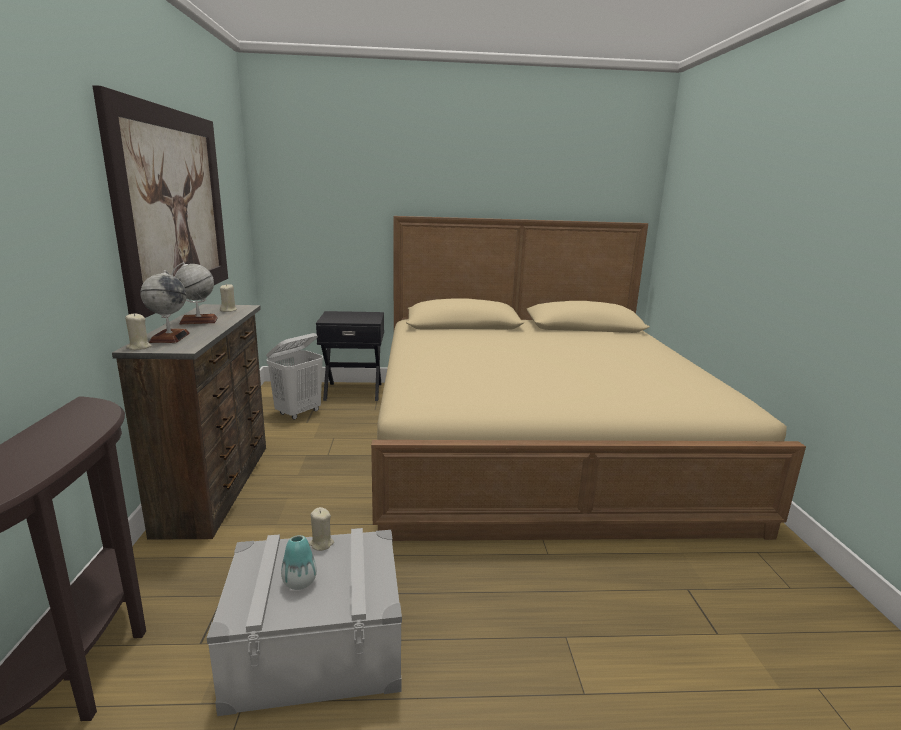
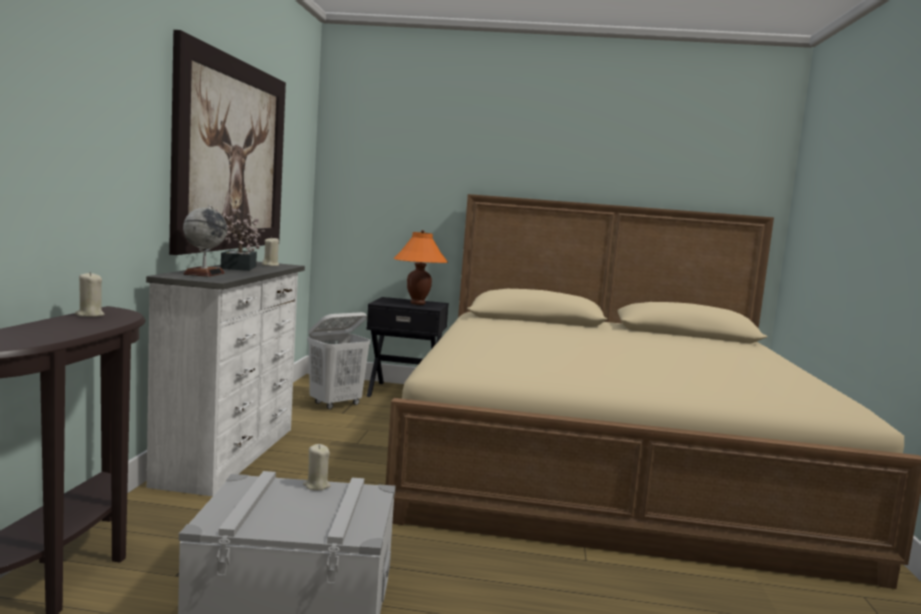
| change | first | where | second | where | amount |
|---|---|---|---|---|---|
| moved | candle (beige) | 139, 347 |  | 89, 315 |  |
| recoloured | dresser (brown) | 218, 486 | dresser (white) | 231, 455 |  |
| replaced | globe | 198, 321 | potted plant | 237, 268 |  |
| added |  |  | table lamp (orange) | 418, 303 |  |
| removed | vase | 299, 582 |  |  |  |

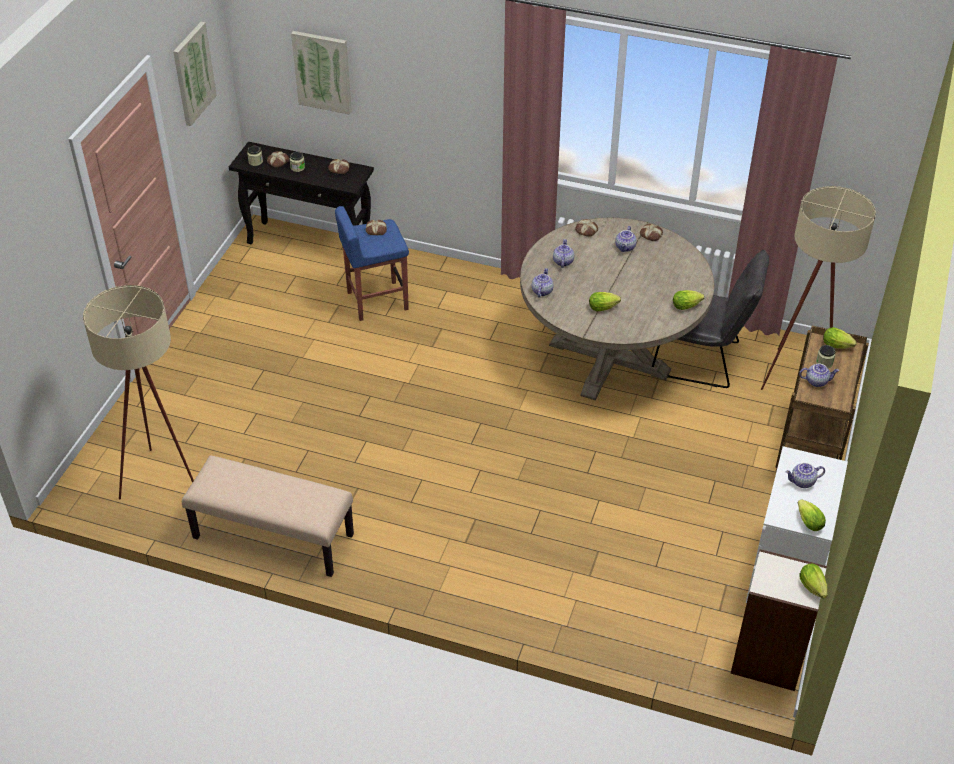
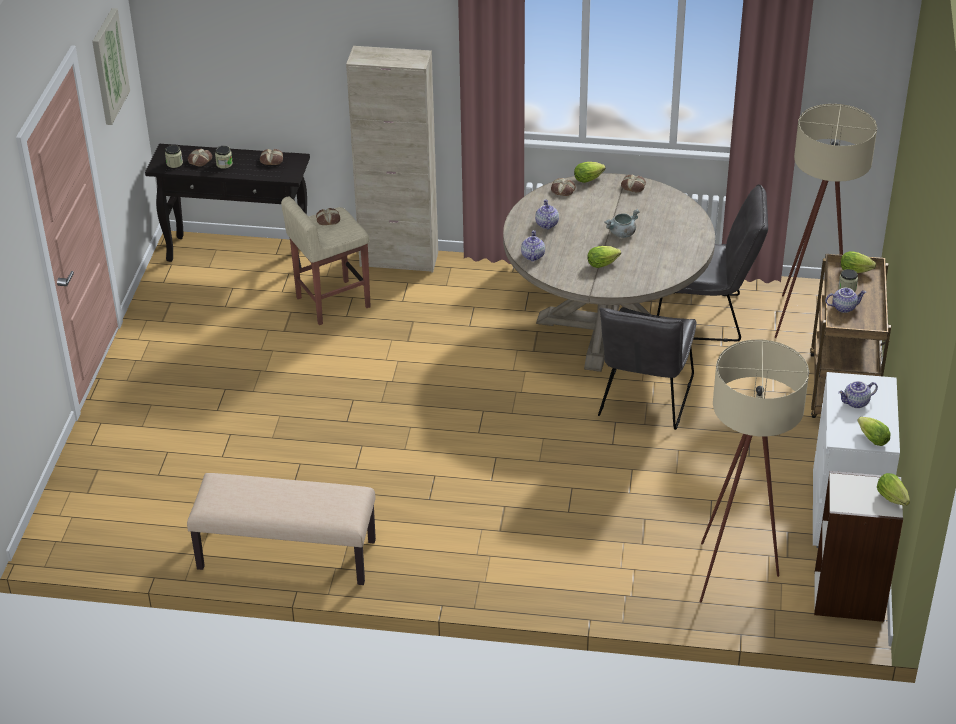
| change | first | where | second | where | amount |
|---|---|---|---|---|---|
| recoloured | stool (blue) | 376, 301 | stool (beige) | 332, 302 |  |
| added |  |  | cabinet (beige) | 399, 259 |  |
| moved | lettuce | 687, 306 |  | 589, 179 |  |
| added |  |  | chair (grey) | 644, 401 |  |
| added |  |  | cooking pot (grey) | 622, 234 |  |
| moved | floor lamp (beige) | 163, 480 |  | 738, 574 |  |
| removed | picture | 323, 71 |  |  |  |
| removed | teapot | 625, 247 |  |  |  |

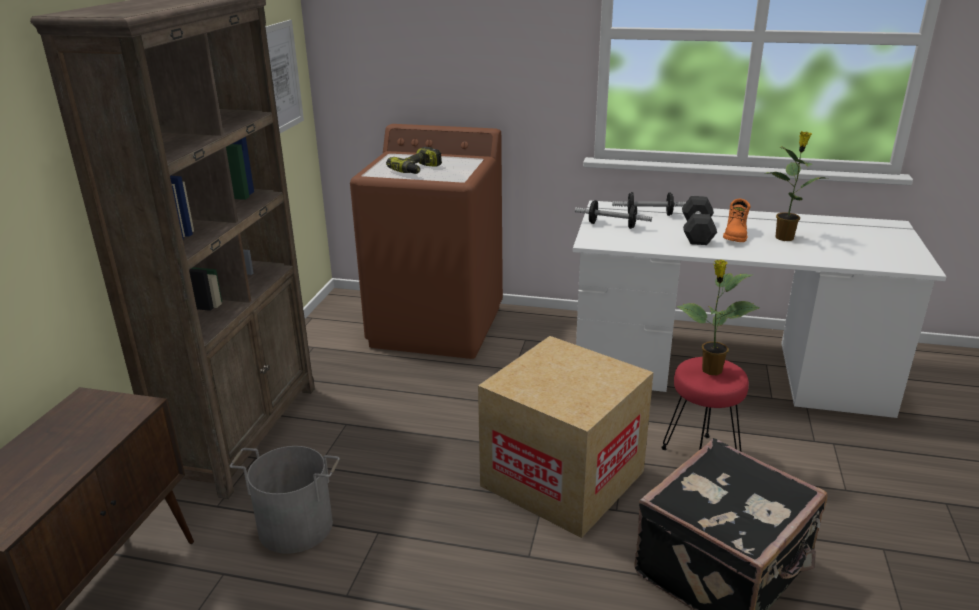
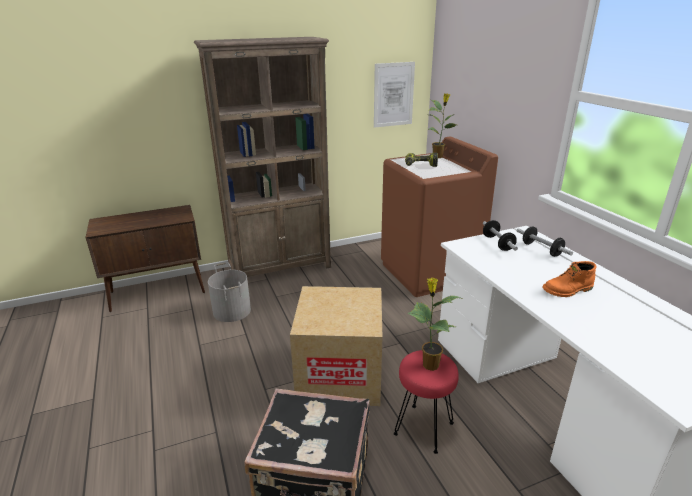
| change | first | where | second | where | amount |
|---|---|---|---|---|---|
| moved | potted plant | 785, 237 |  | 438, 156 |  |
| removed | dumbbell (grey) | 697, 232 |  |  |  |

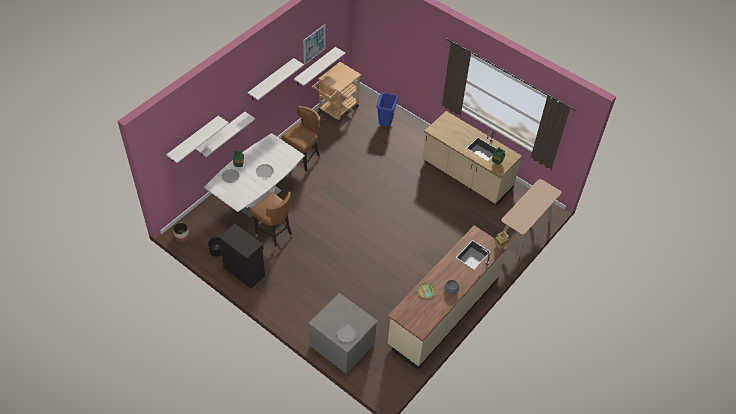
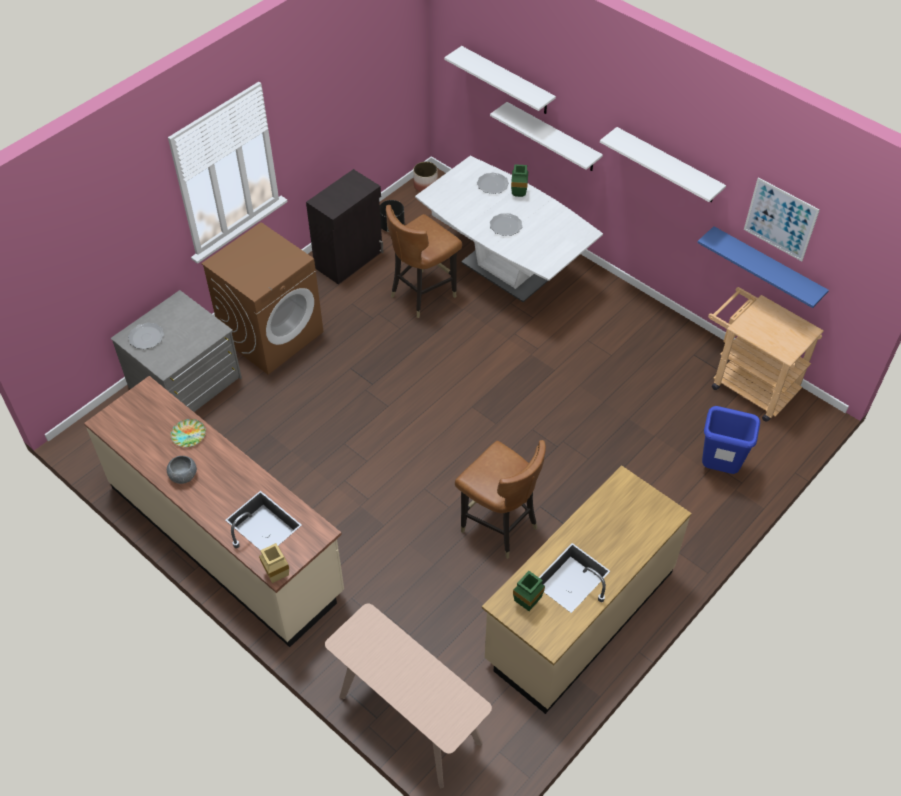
| change | first | where | second | where | amount |
|---|---|---|---|---|---|
| added |  |  | washing machine (brown) | 272, 334 |  |
| moved | chair (brown) | 303, 161 |  | 499, 526 |  |
| recoloured | shelf (white) | 315, 67 | shelf (blue) | 767, 267 |  |

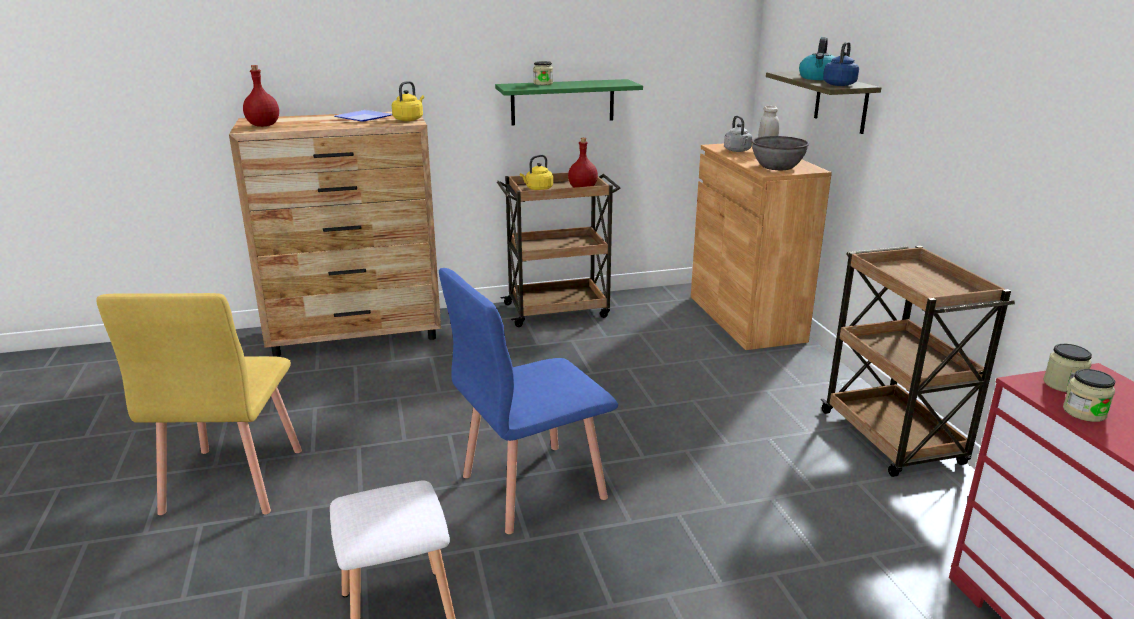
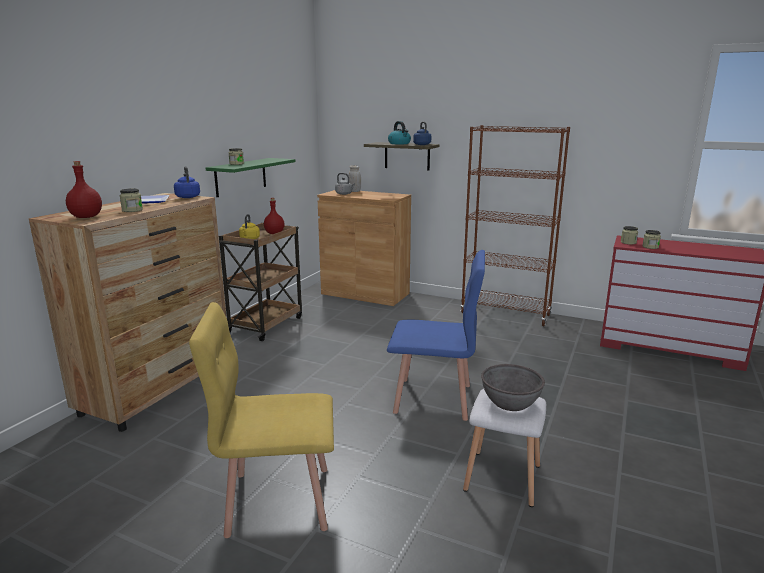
| change | first | where | second | where | amount |
|---|---|---|---|---|---|
| added |  |  | jar | 132, 210 |  |
| recoloured | kettle (yellow) | 409, 119 | kettle (blue) | 188, 197 |  |
| turned | chair (yellow) | 232, 481 |  | 278, 499 | 135 degrees clockwise |
| turned | chair (blue) | 531, 486 |  | 434, 399 | 90 degrees counterclockwise |
| replaced | cart (brown) | 893, 439 | bookcase (brown) | 505, 314 |  |
| moved | bowl (grey) | 777, 166 |  | 510, 402 |  |

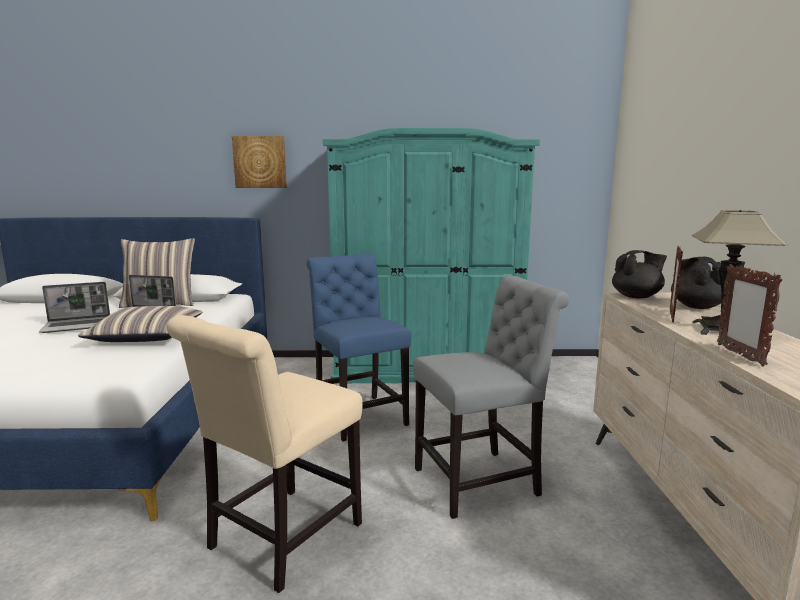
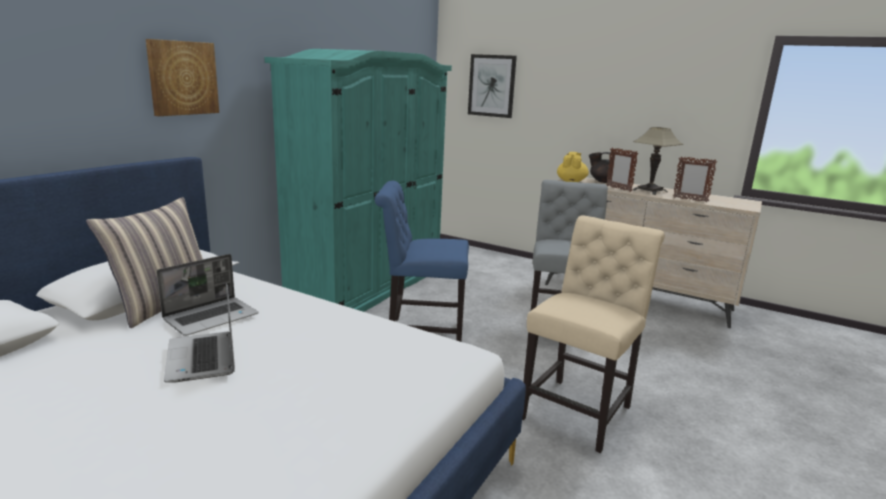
| change | first | where | second | where | amount |
|---|---|---|---|---|---|
| turned | laptop | 78, 326 |  | 203, 358 | 150 degrees clockwise |
| added |  |  | picture | 491, 86 |  |
| turned | chair (beige) | 279, 540 |  | 579, 410 | 120 degrees counterclockwise |
| recoloured | teapot (black) | 637, 297 | teapot (yellow) | 571, 181 |  |
| removed | pillow | 147, 336 |  |  |  |

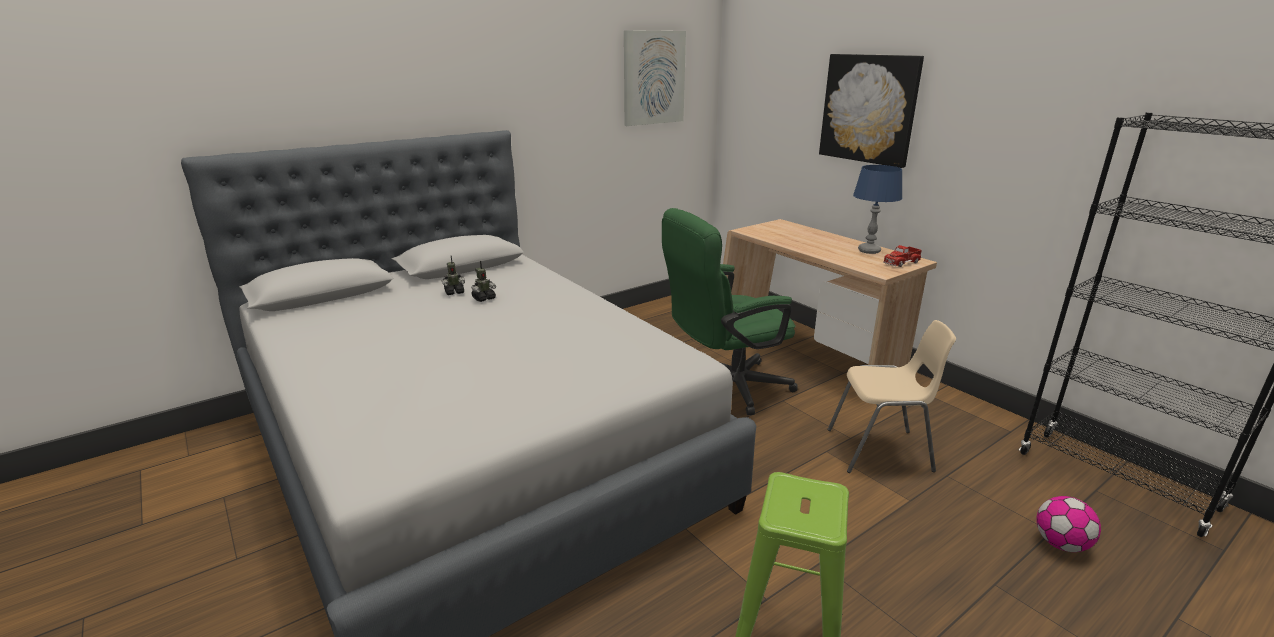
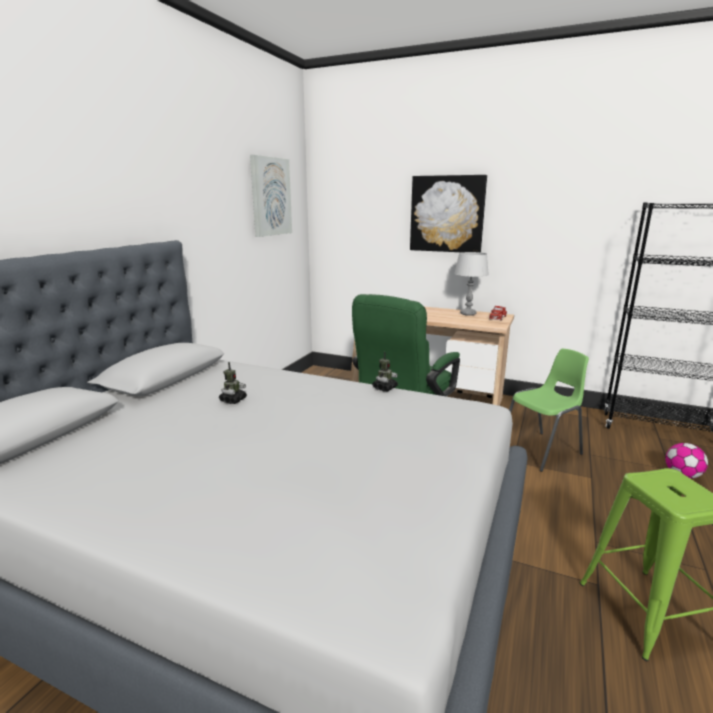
| change | first | where | second | where | amount |
|---|---|---|---|---|---|
| moved | toy robot | 454, 292 |  | 384, 388 |  |
| recoloured | table lamp (blue) | 868, 251 | table lamp (grey) | 468, 314 |  |
| recoloured | chair (beige) | 880, 451 | chair (green) | 541, 451 |  |

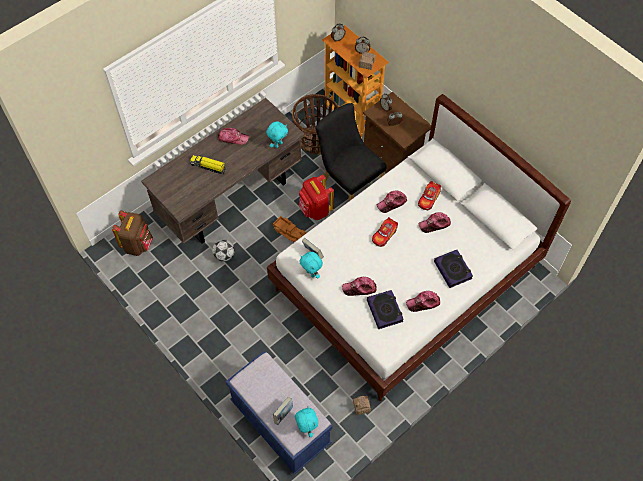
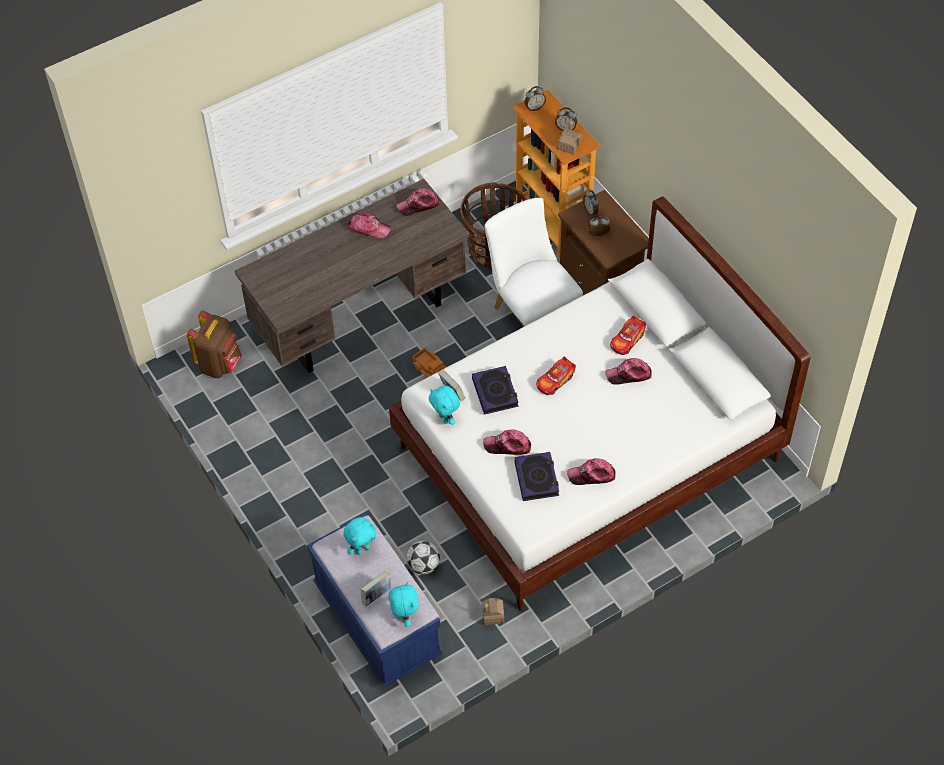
| change | first | where | second | where | amount |
|---|---|---|---|---|---|
| moved | plush toy (turquoise) | 278, 144 |  | 362, 549 |  |
| moved | cap | 392, 203 |  | 418, 205 |  |
| moved | football | 224, 255 |  | 423, 565 |  |
| moved | book | 453, 270 |  | 495, 392 |  |
| recoloured | chair (black) | 348, 182 | chair (white) | 531, 313 |  |
| removed | toy truck | 208, 166 |  |  |  |
| removed | backpack (red) | 315, 210 |  |  |  |

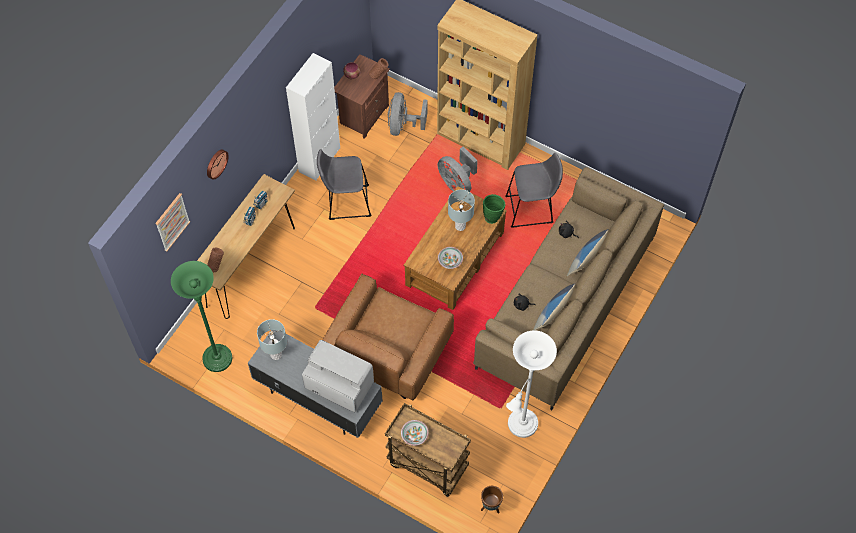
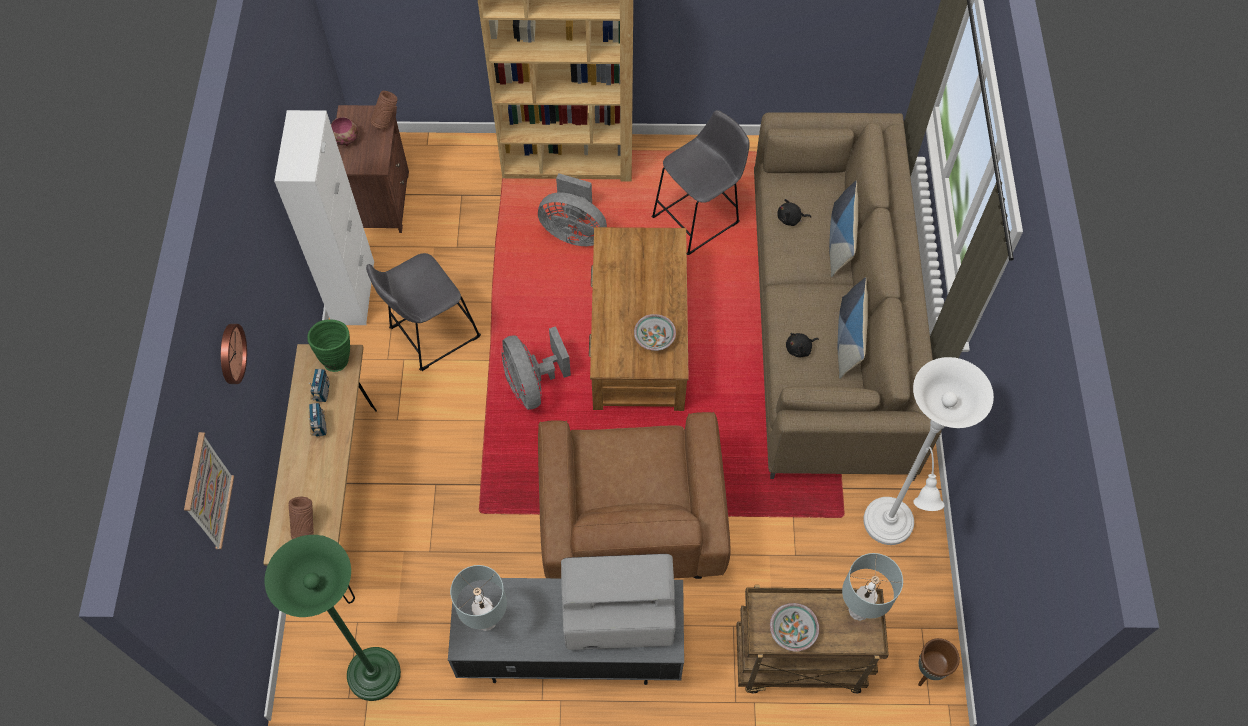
| change | first | where | second | where | amount |
|---|---|---|---|---|---|
| moved | vase (green) | 492, 216 |  | 337, 357 |  |
| moved | fan (grey) | 403, 125 |  | 532, 384 |  |
| moved | table lamp (grey) | 460, 226 |  | 858, 610 |  |

